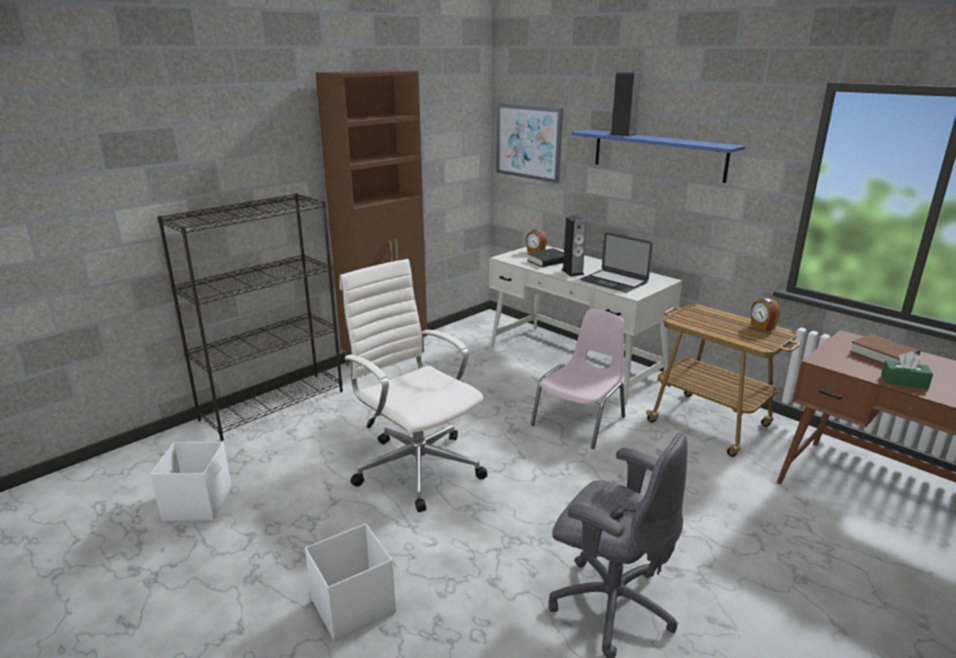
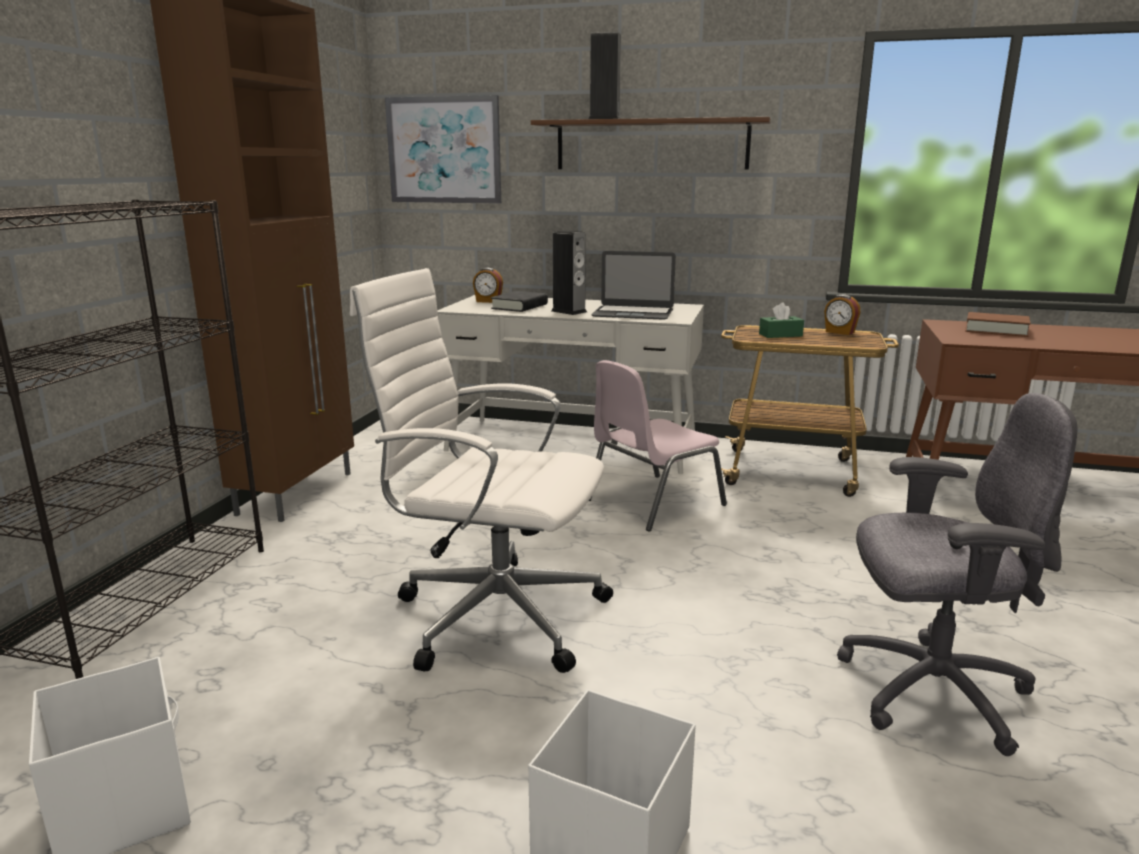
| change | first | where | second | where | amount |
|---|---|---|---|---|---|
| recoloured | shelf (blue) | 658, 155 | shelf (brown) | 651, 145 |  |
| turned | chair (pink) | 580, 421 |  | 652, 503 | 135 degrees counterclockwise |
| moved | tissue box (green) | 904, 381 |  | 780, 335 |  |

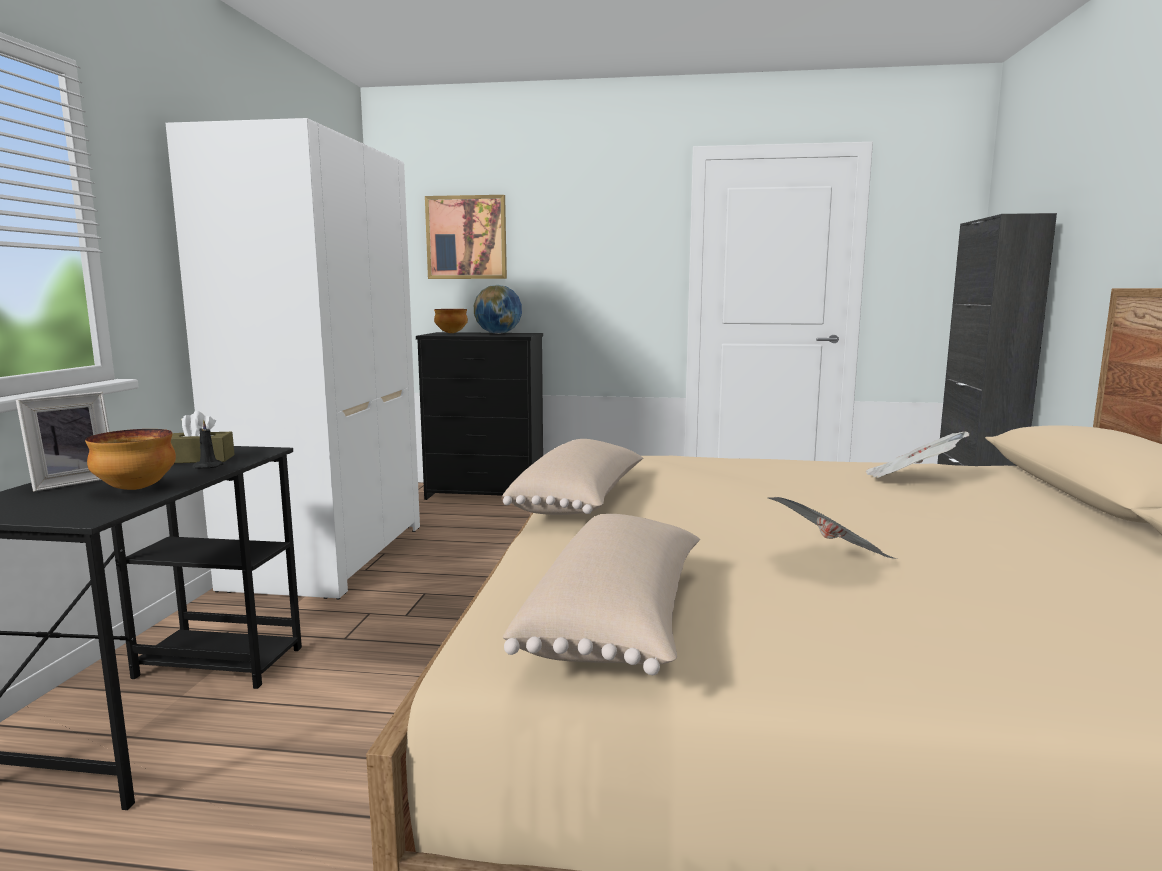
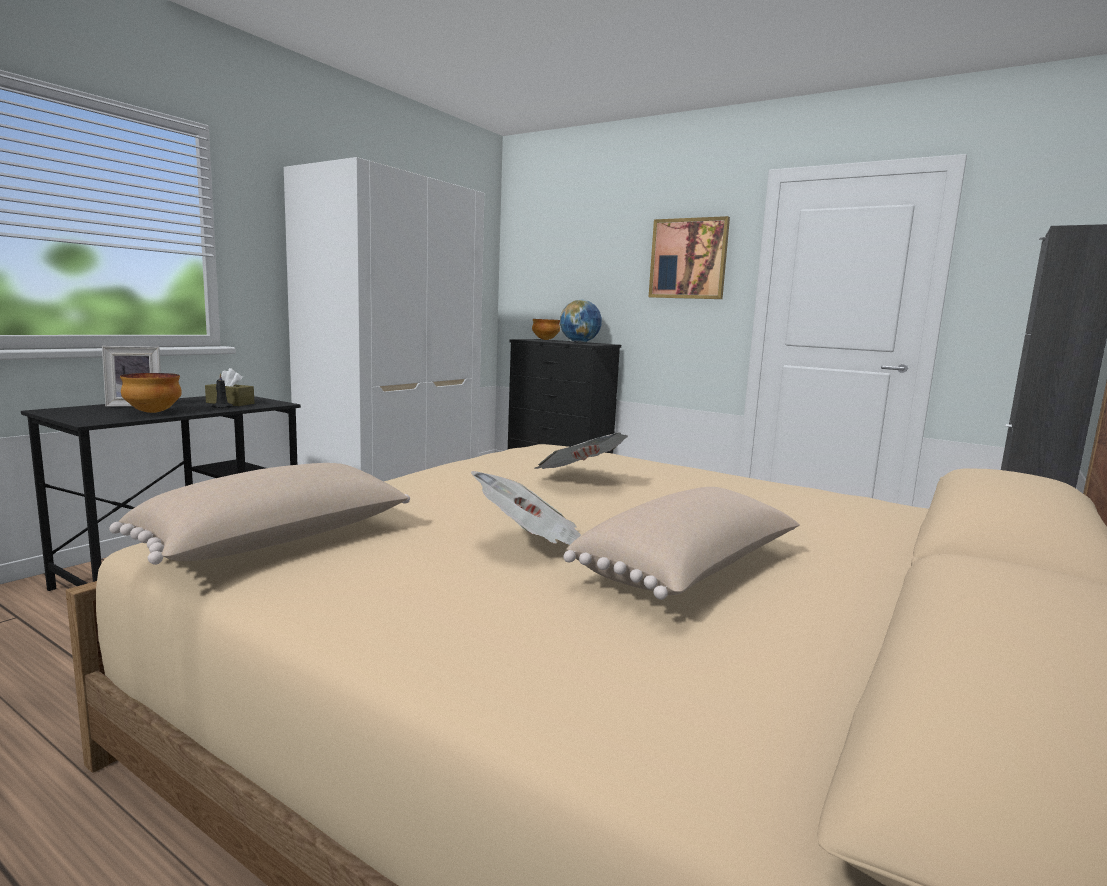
| change | first | where | second | where | amount |
|---|---|---|---|---|---|
| moved | newspaper | 911, 479 |  | 579, 476 |  |
| moved | pillow (beige) | 581, 502 |  | 691, 572 |  |
| moved | picture | 466, 237 |  | 688, 259 |  |

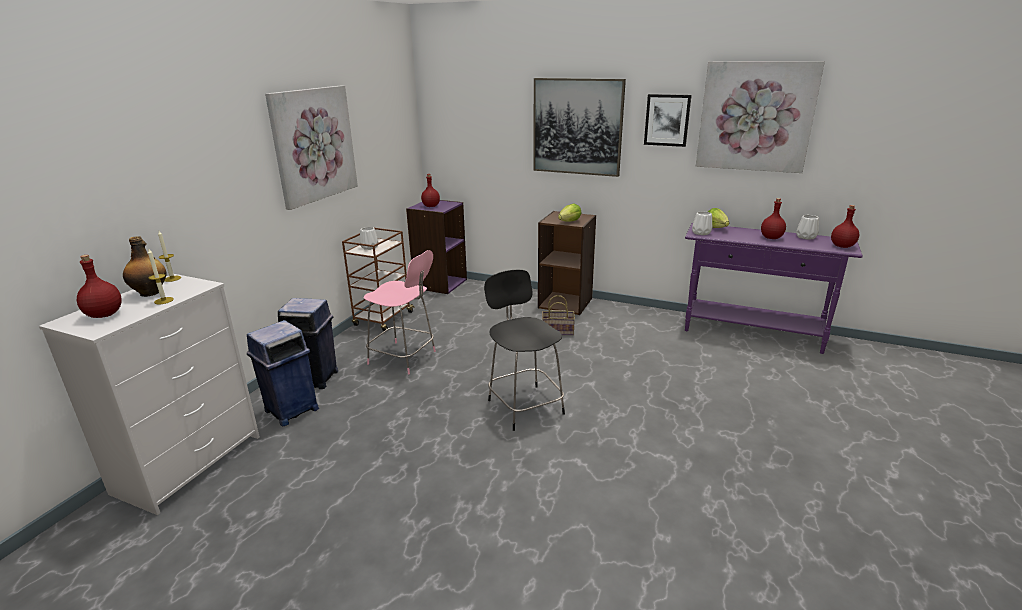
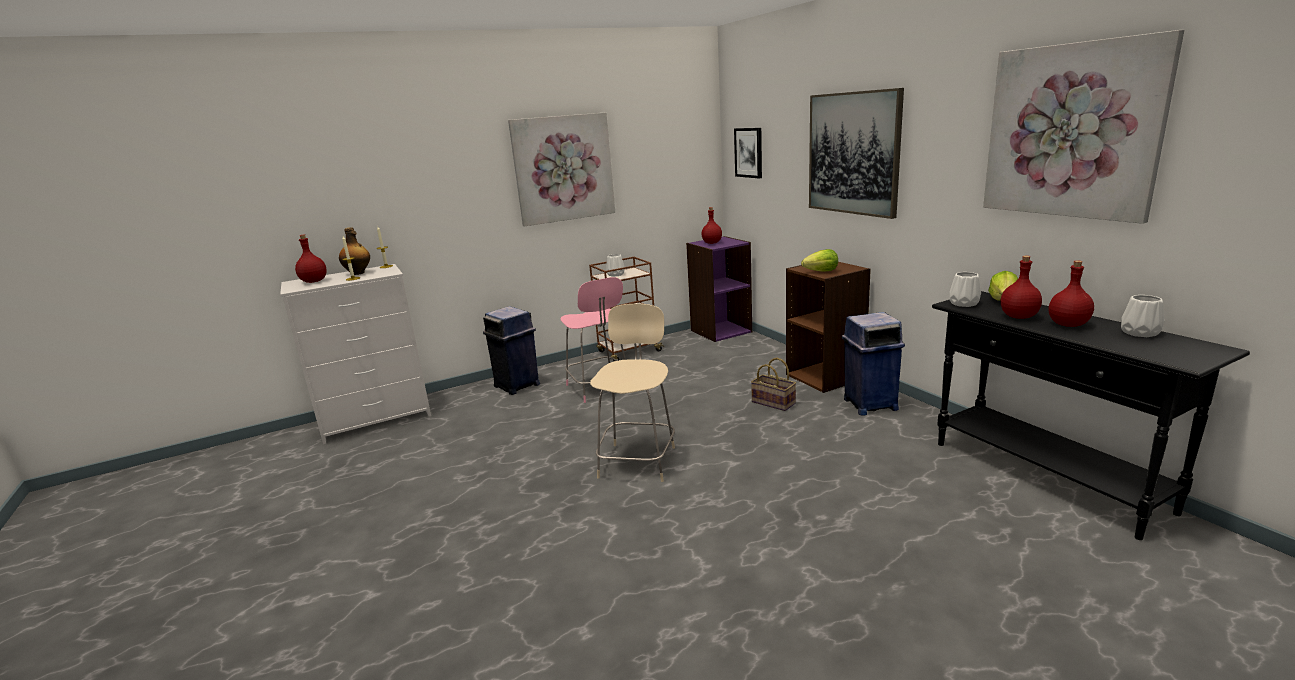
| change | first | where | second | where | amount |
|---|---|---|---|---|---|
| recoloured | chair (black) | 524, 405 | chair (beige) | 638, 460 |  |
| moved | picture | 667, 120 |  | 749, 152 |  |
| moved | trash can (blue) | 290, 410 |  | 869, 404 |  |
| recoloured | console table (purple) | 752, 333 | console table (black) | 1046, 476 |  |
| moved | bottle (red) | 842, 246 |  | 1018, 316 |  |

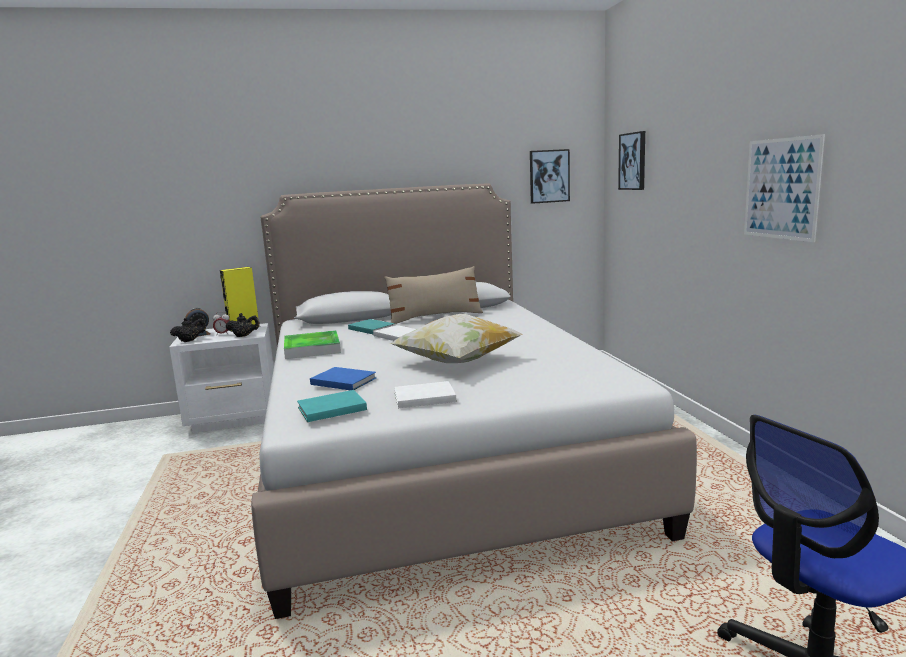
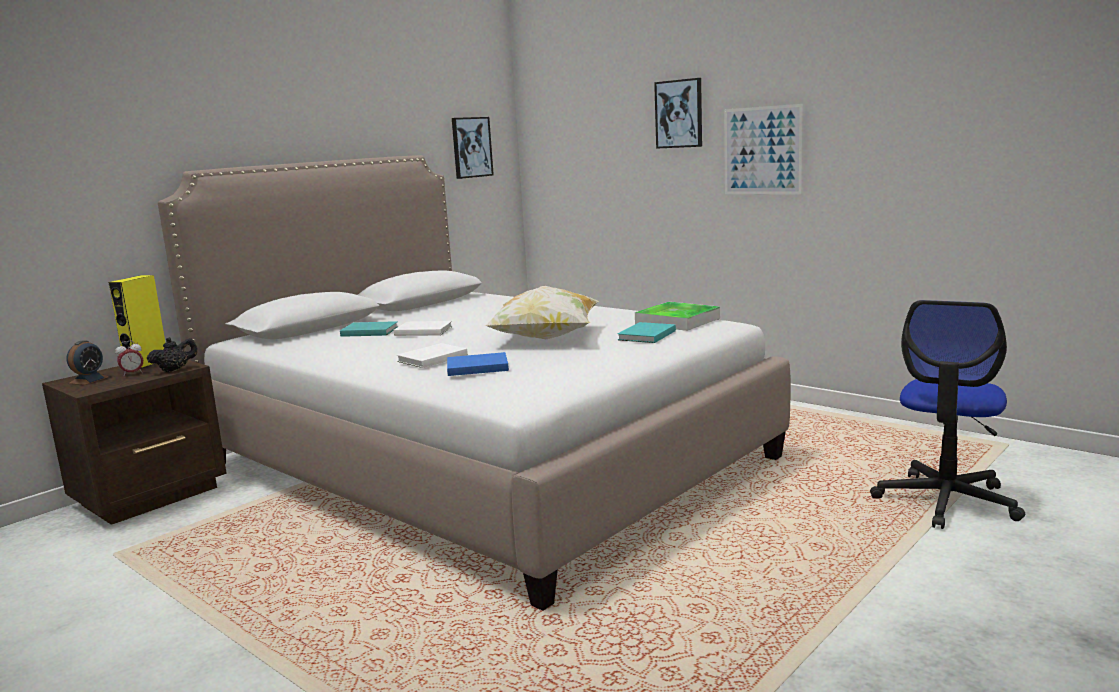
| change | first | where | second | where | amount |
|---|---|---|---|---|---|
| recoloured | nightstand (white) | 235, 418 | nightstand (brown) | 152, 496 |  |
| moved | book (white) | 422, 397 |  | 430, 358 |  |
| moved | book (turquoise) | 330, 409 |  | 645, 335 |  |
| moved | tray | 312, 349 |  | 677, 321 |  |
| moved | picture | 633, 161 |  | 679, 114 |  |
| removed | teapot (black) | 190, 340 |  |  |  |
| removed | pillow (beige) | 435, 317 |  |  |  |

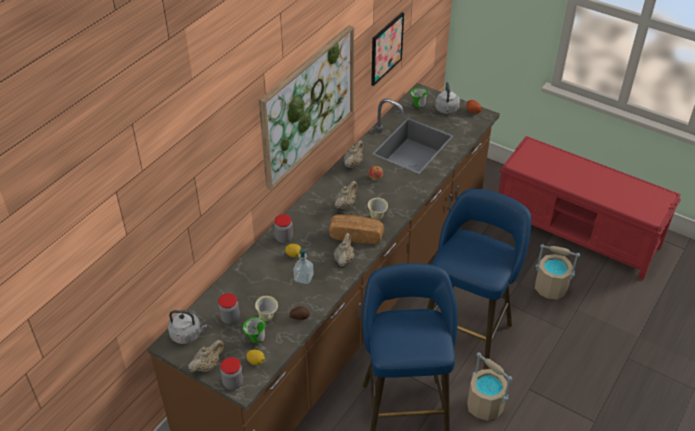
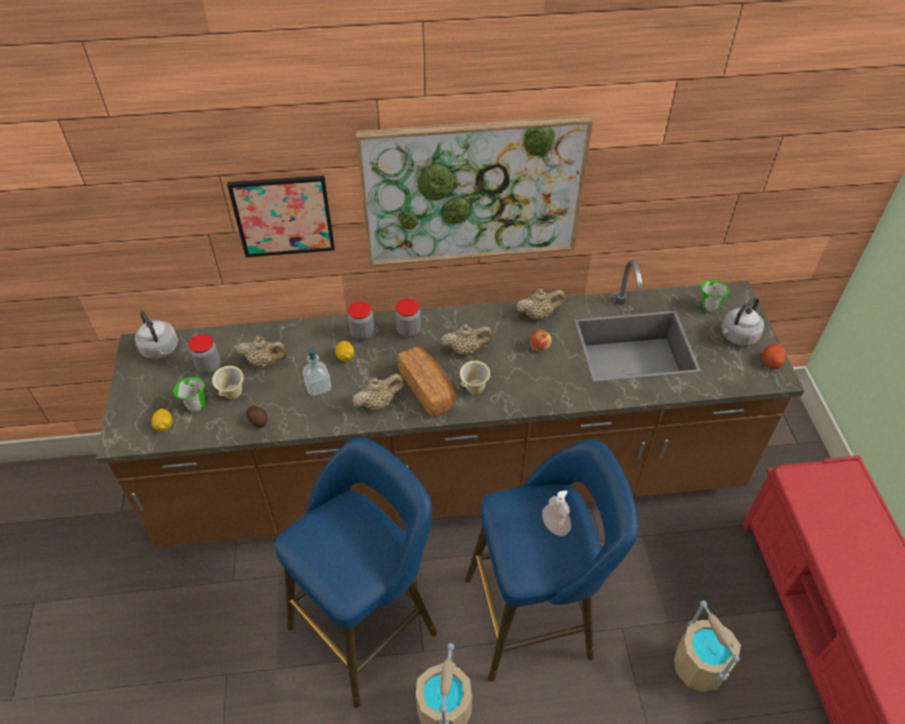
| change | first | where | second | where | amount |
|---|---|---|---|---|---|
| moved | picture | 386, 48 |  | 283, 216 |  |
| moved | teapot (beige) | 207, 365 |  | 265, 362 |  |
| moved | jar | 233, 383 |  | 408, 331 |  |
| added |  |  | soap dispenser | 555, 526 |  |

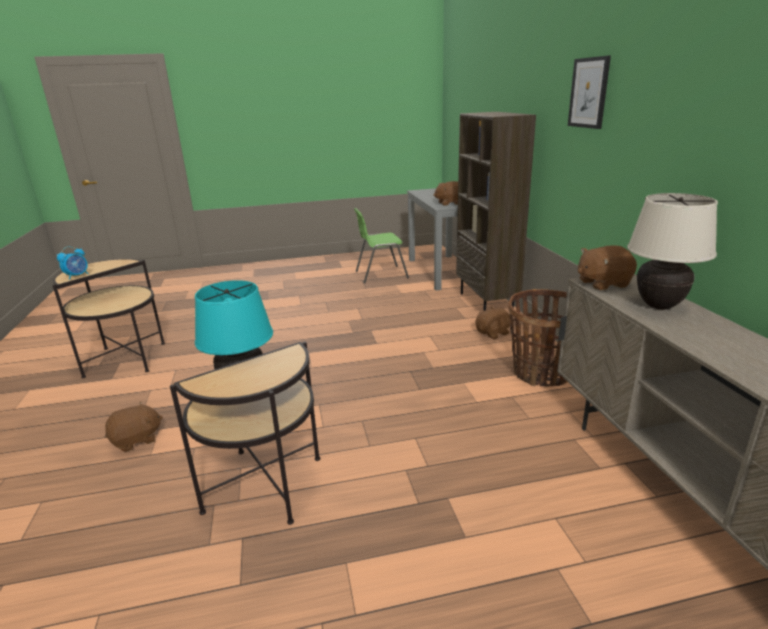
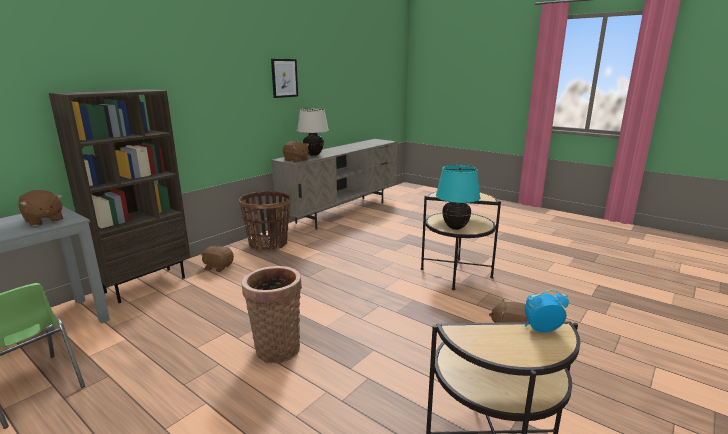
| change | first | where | second | where | amount |
|---|---|---|---|---|---|
| added |  |  | basket | 276, 347 |  |
| moved | picture | 589, 93 |  | 284, 78 |  |

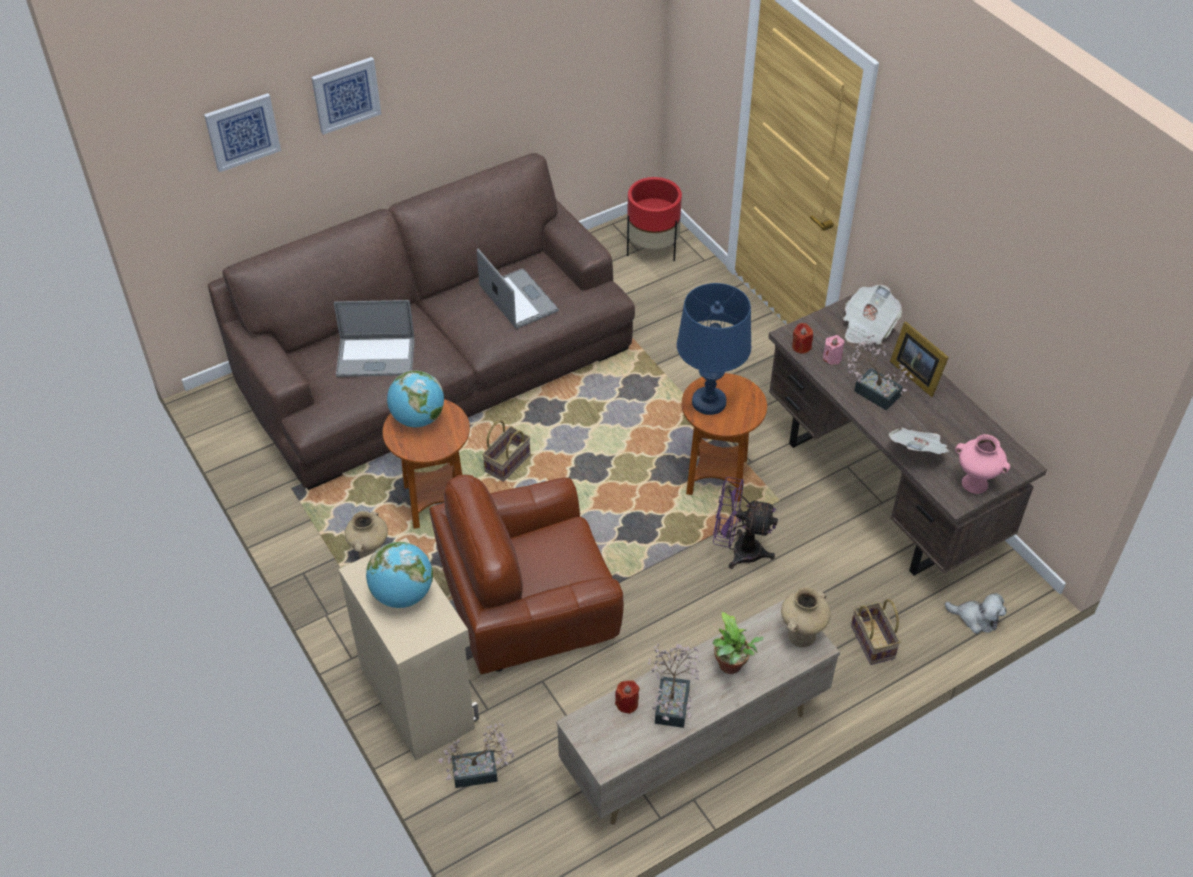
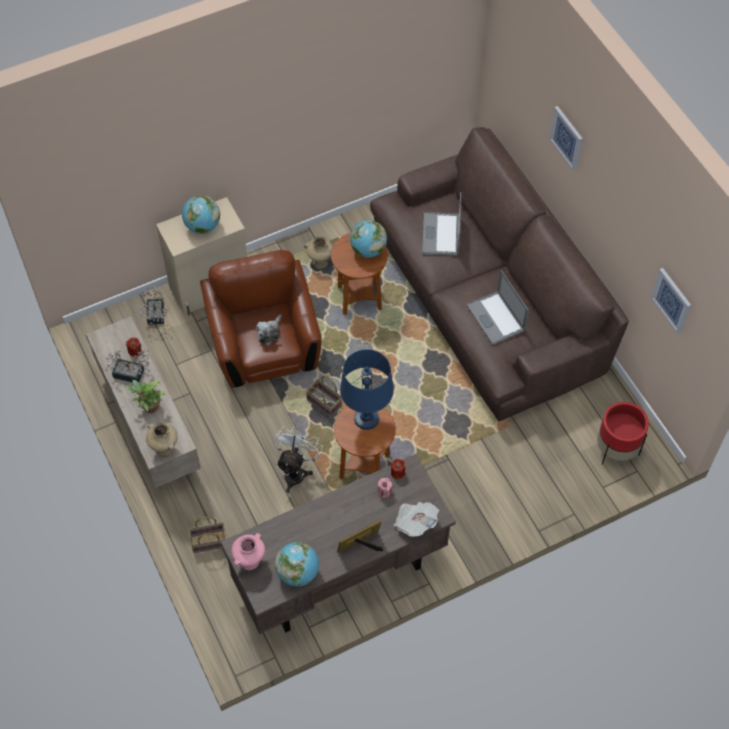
| change | first | where | second | where | amount |
|---|---|---|---|---|---|
| moved | plush toy | 976, 618 |  | 269, 333 |  |
| recoloured | fan (purple) | 738, 550 | fan (white) | 296, 471 |  |
| added |  |  | globe | 298, 572 |  |
| moved | basket | 507, 462 |  | 325, 403 |  |
| turned | laptop | 518, 299 |  | 495, 318 | 90 degrees clockwise |
| moved | picture | 242, 131 |  | 672, 300 |  |
| removed | potted plant | 873, 390 |  |  |  |
| removed | newspaper | 917, 451 |  |  |  |

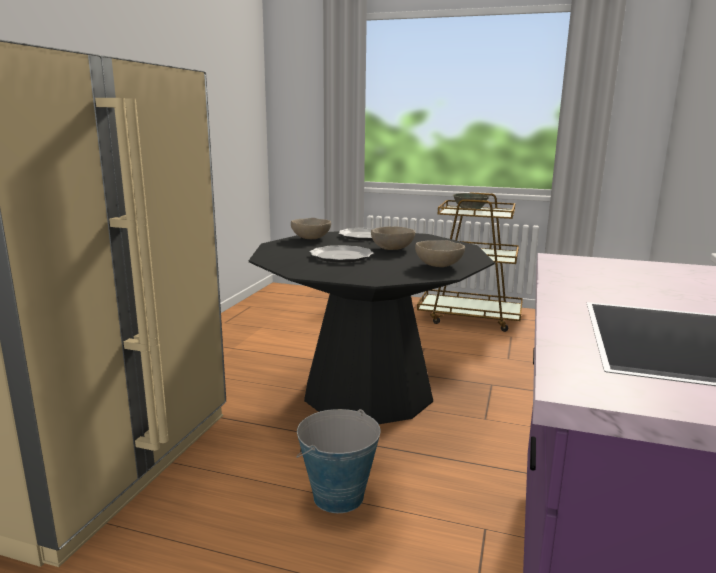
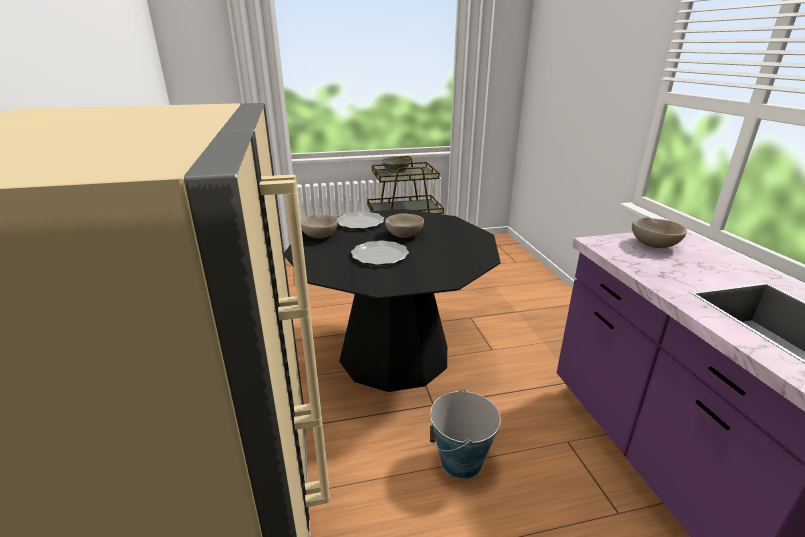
| change | first | where | second | where | amount |
|---|---|---|---|---|---|
| moved | bowl (beige) | 439, 266 |  | 654, 245 |  |

